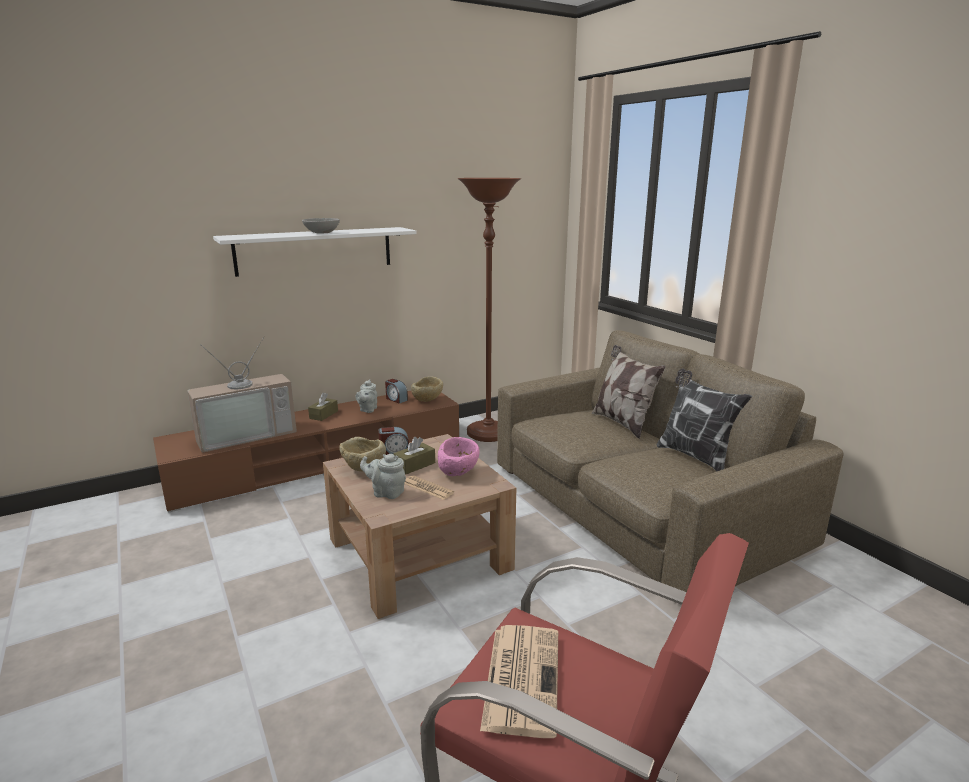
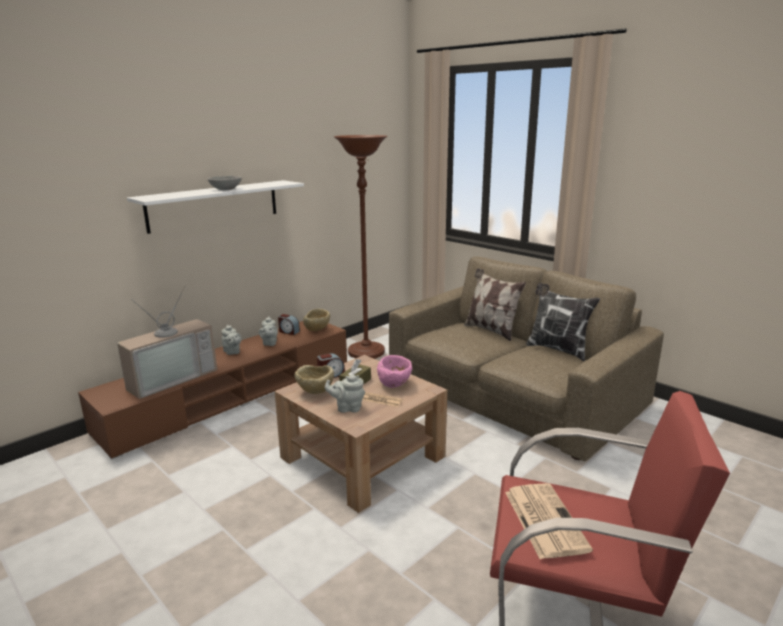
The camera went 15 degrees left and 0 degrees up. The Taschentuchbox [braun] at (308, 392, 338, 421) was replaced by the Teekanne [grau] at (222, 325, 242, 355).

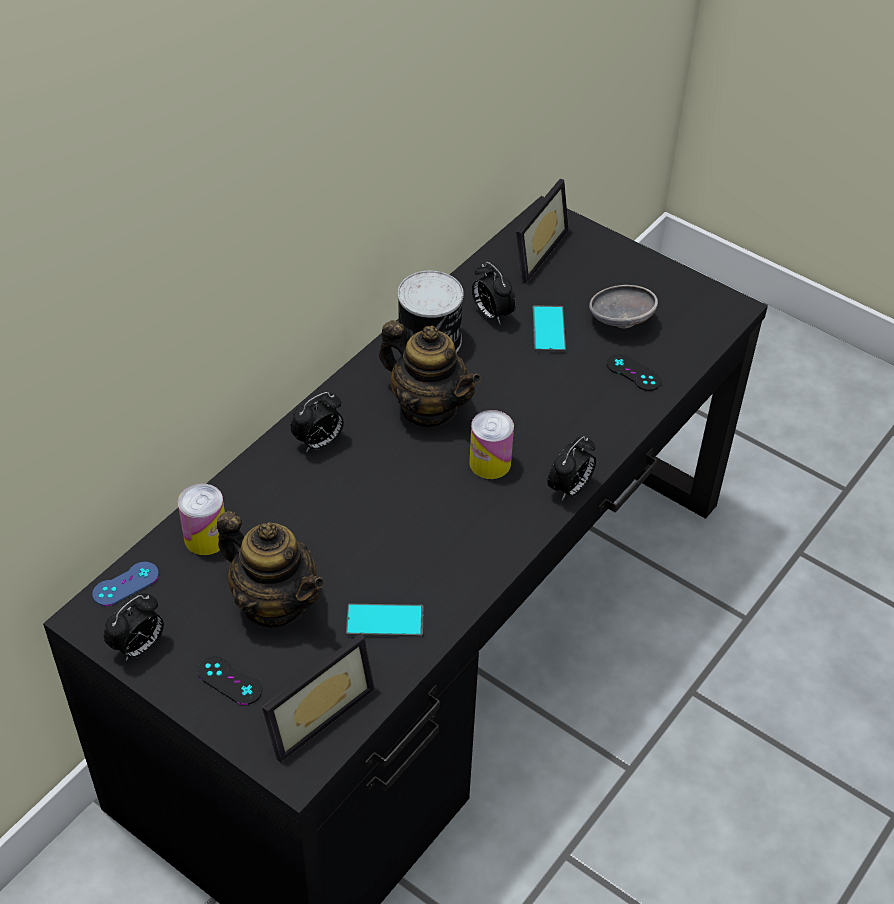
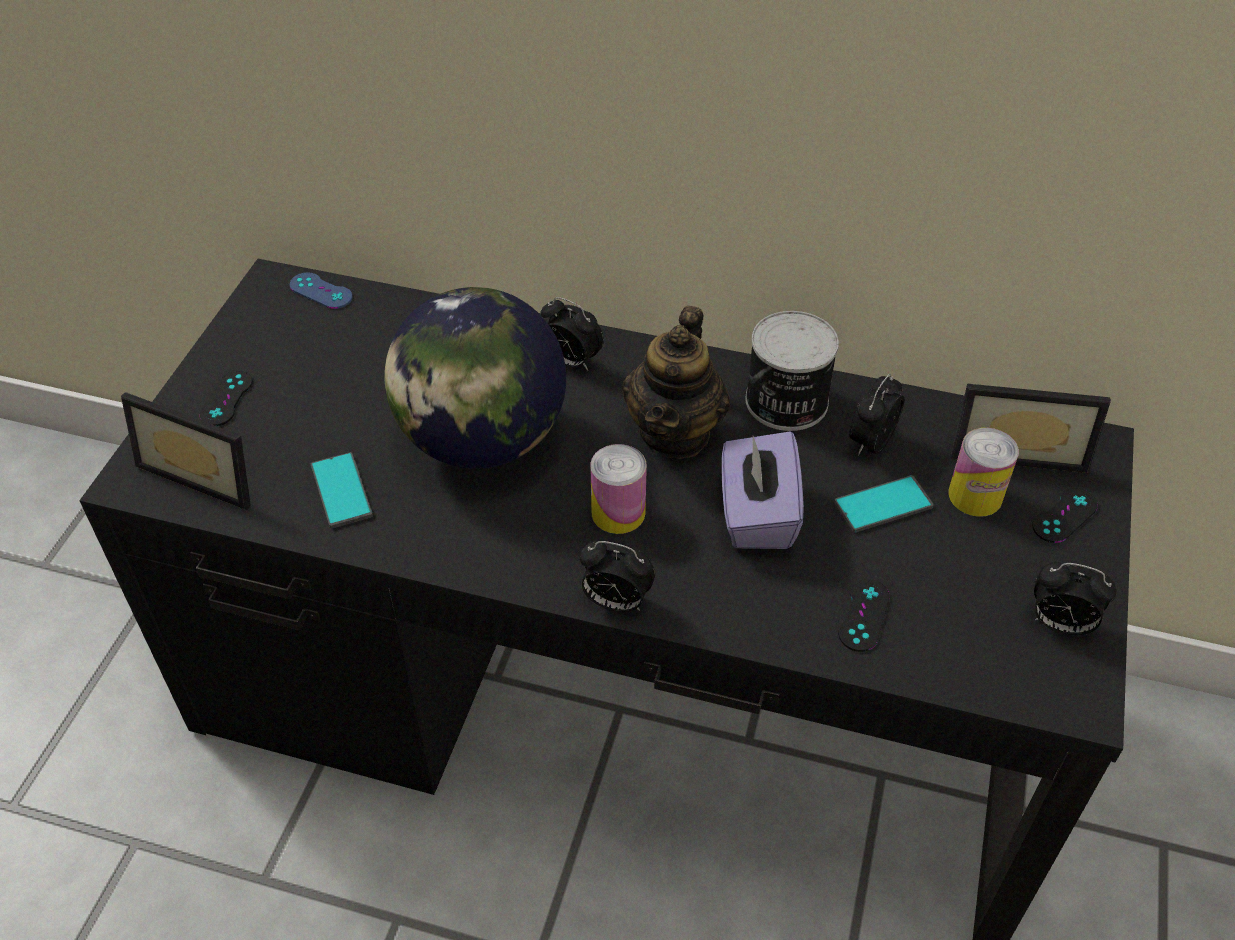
The camera went 70 degrees right and 0 degrees up. The Globus at (384, 287, 566, 469) appeared. The Taschentuchbox [lila] at (722, 431, 804, 549) appeared. The Dose moved from (178, 484, 225, 555) to (948, 428, 1019, 517). The Gamepad [schwarz] at (1032, 488, 1098, 543) appeared. The Wecker moved from (104, 593, 164, 661) to (1034, 562, 1117, 635). The Teekanne at (217, 511, 324, 627) disappeared. The Schüssel [grau] at (589, 285, 658, 328) disappeared.

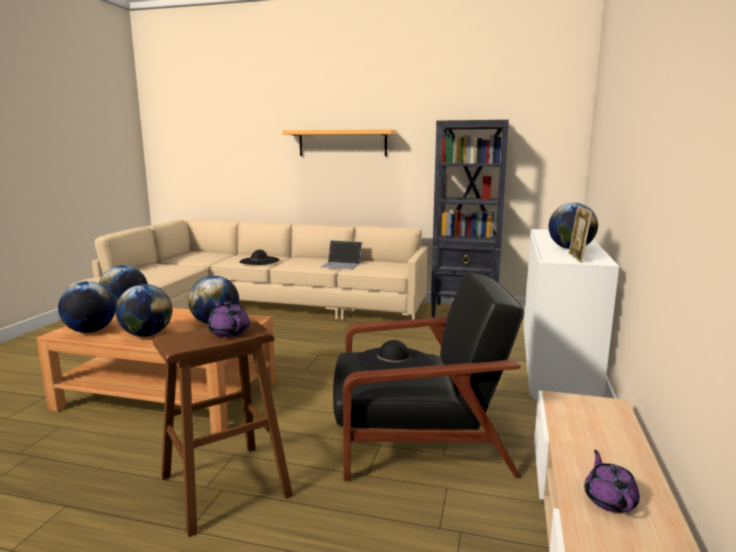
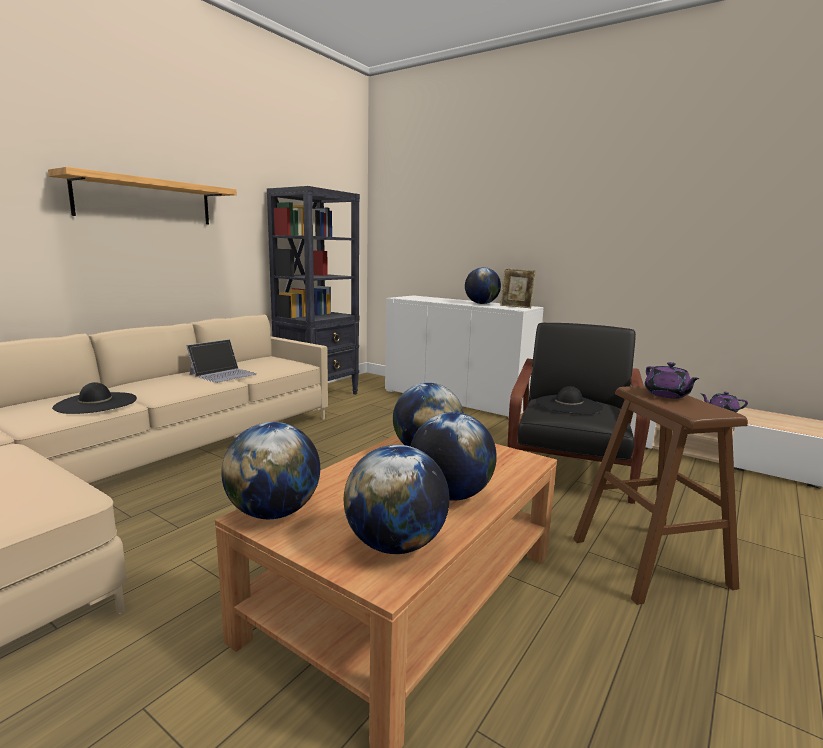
The camera went 70 degrees left and 0 degrees up. The Teekanne [lila] at (208, 301, 250, 337) turned 90 degrees counterclockwise.

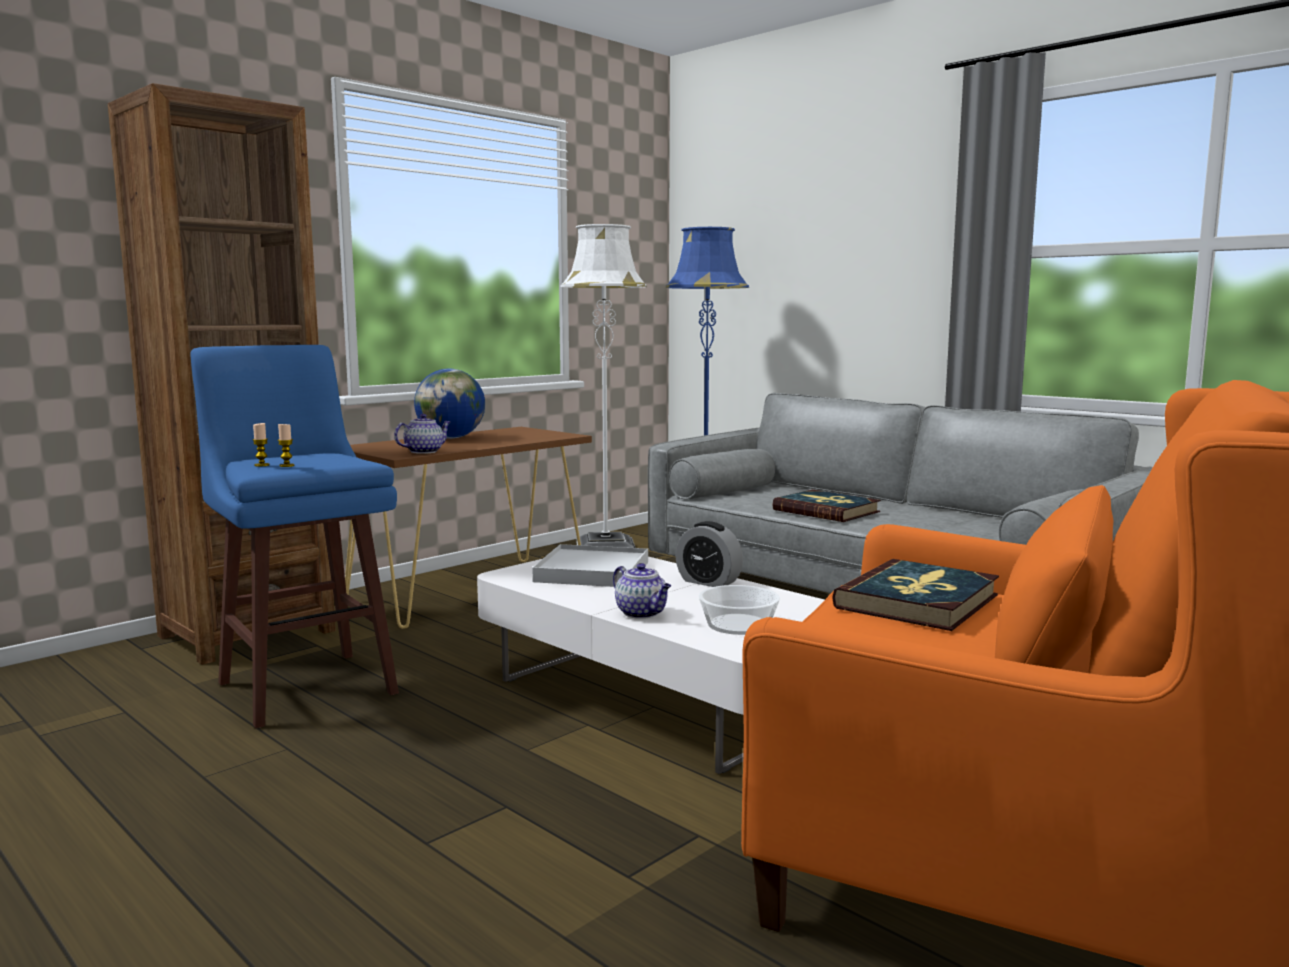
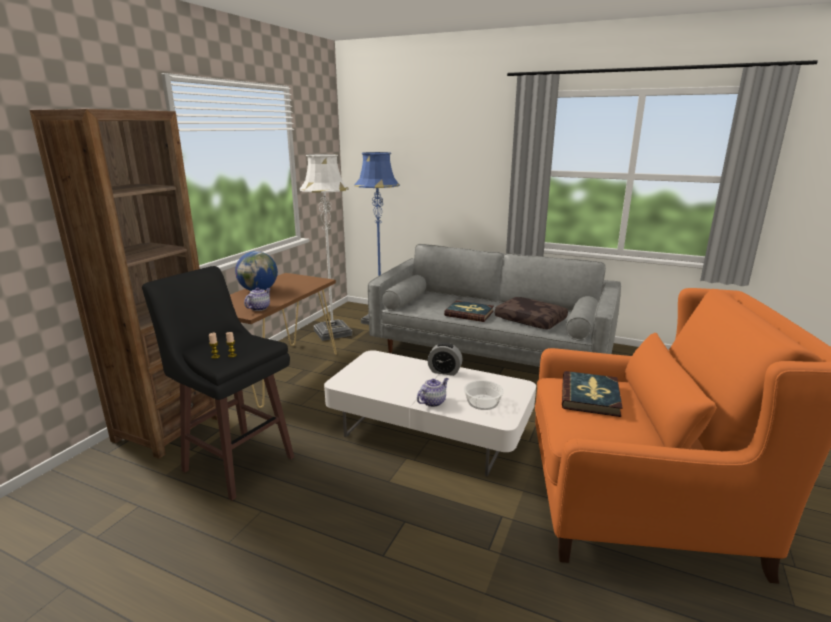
The camera went 20 degrees left and 10 degrees up. The Hocker [blau] at (190, 345, 399, 728) became the Hocker [schwarz] at (142, 266, 294, 501). The Teekanne at (613, 563, 671, 619) turned 75 degrees counterclockwise. The Kissen [braun] at (495, 297, 568, 330) appeared. The Tablett [weiß] at (532, 544, 648, 587) disappeared.

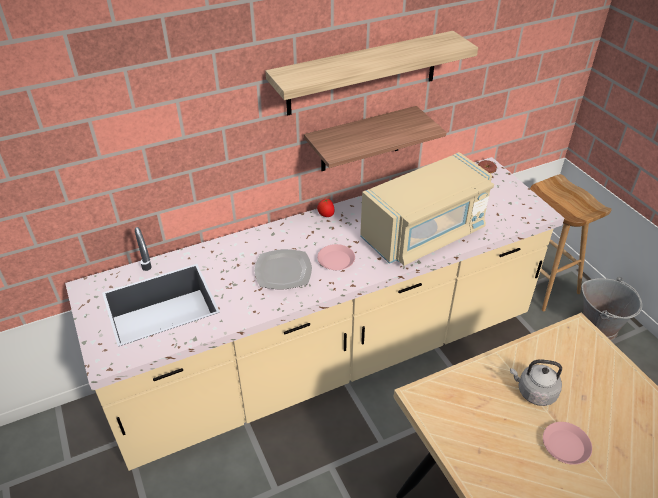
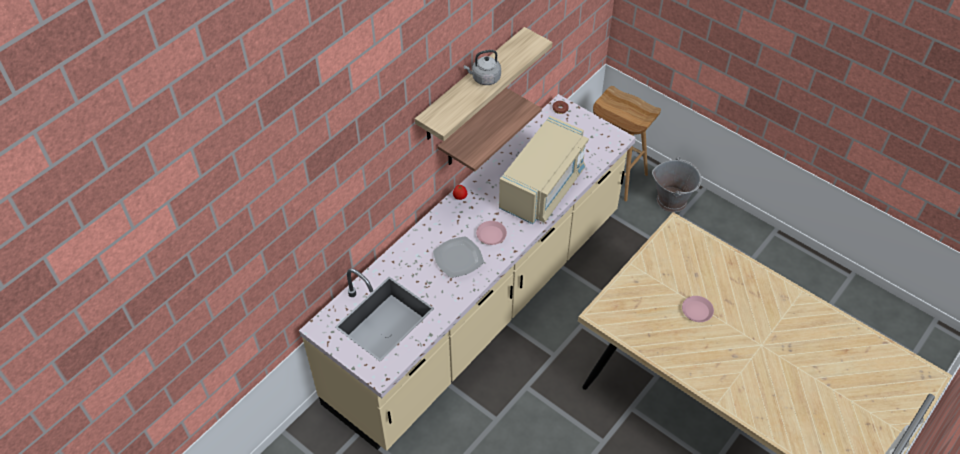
The camera went 25 degrees left and 10 degrees up. The Wasserkessel [grau] moved from (510, 359, 562, 406) to (464, 50, 501, 85).

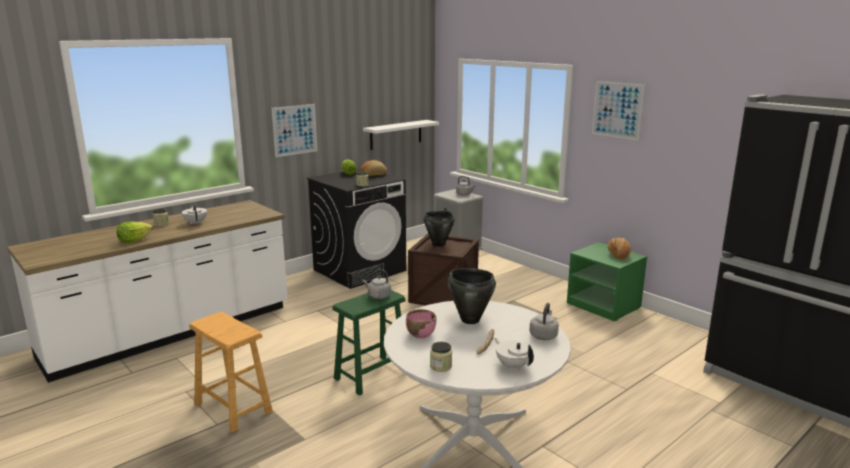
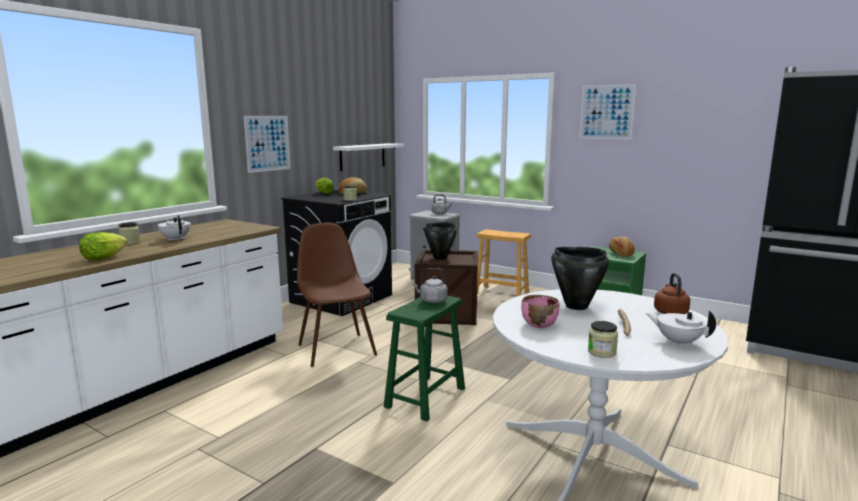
The camera went 15 degrees left and 5 degrees down. The Stuhl [braun] at (297, 222, 377, 367) appeared. The Hocker [braun] moved from (189, 312, 273, 433) to (477, 229, 531, 296). The Wasserkessel [grau] at (529, 303, 559, 340) became the Wasserkessel [braun] at (654, 273, 690, 314).

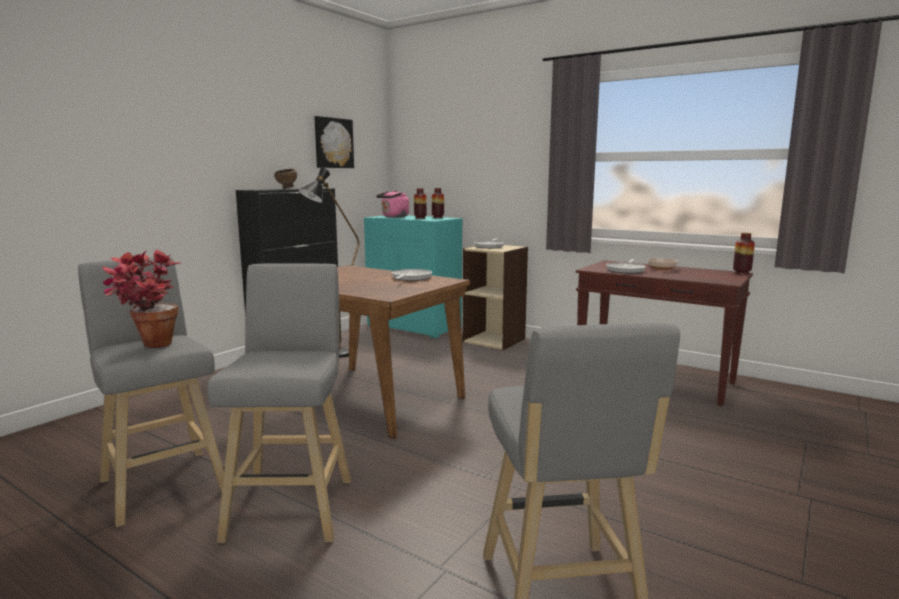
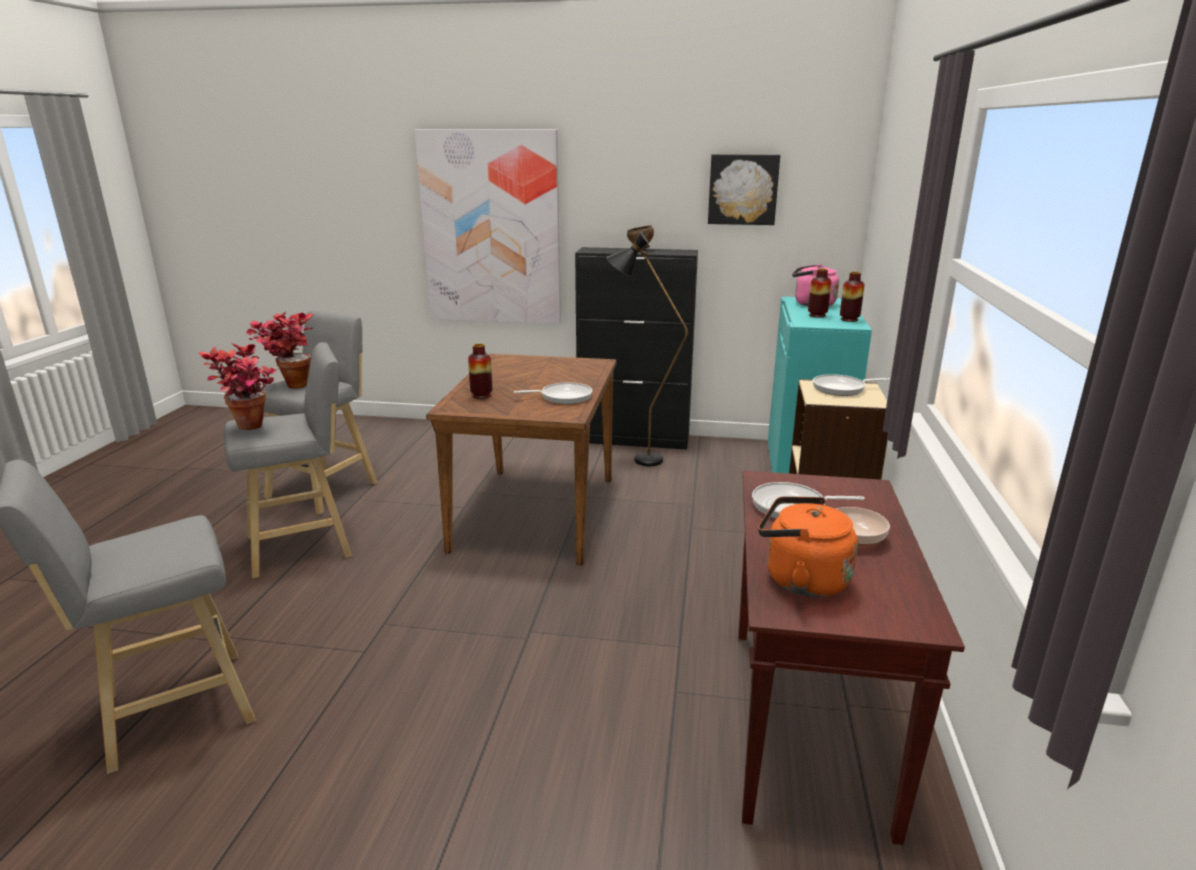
The camera went 65 degrees right and 10 degrees up. The Topfpflanze at (199, 343, 279, 430) appeared. The Bild at (414, 129, 561, 324) appeared. The Vase moved from (733, 233, 755, 275) to (468, 344, 492, 399). The Wasserkessel [orange] at (758, 496, 858, 597) appeared.

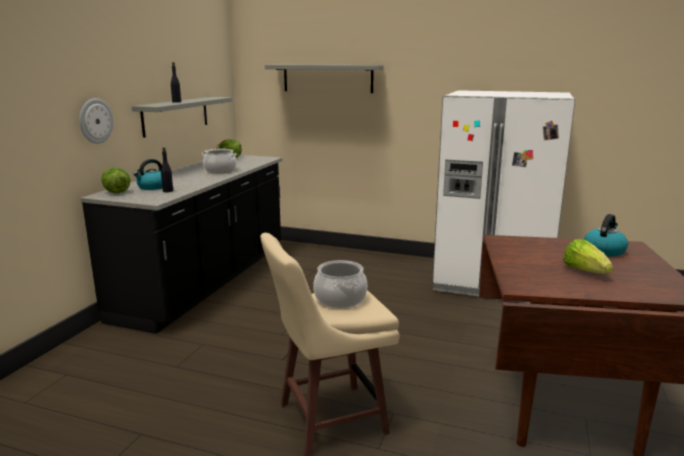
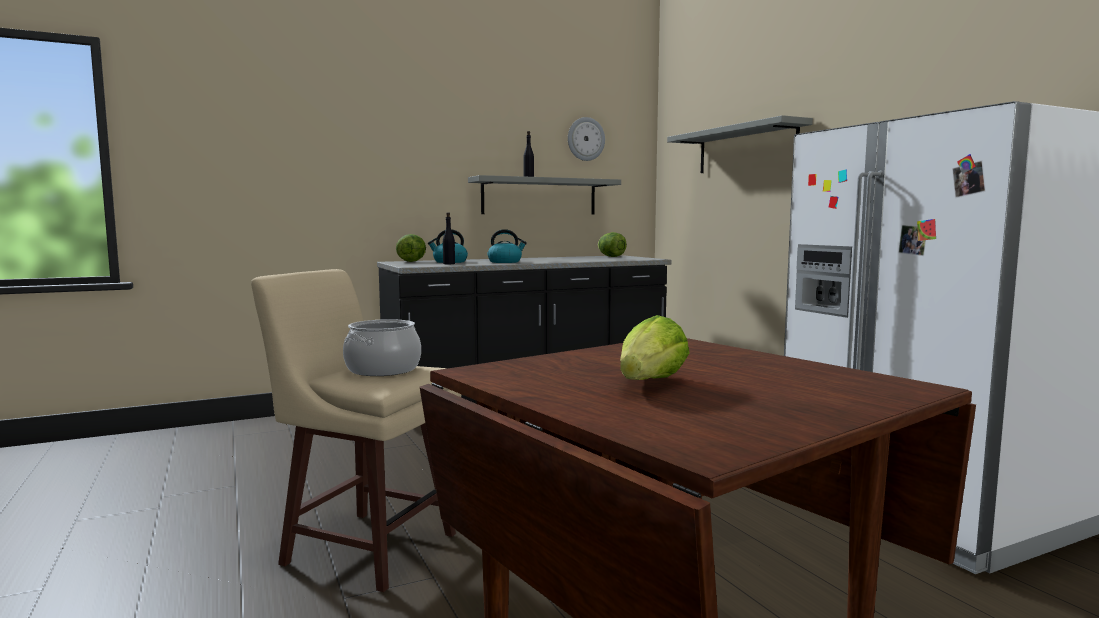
The camera went 45 degrees right and 10 degrees down. The Wasserkessel moved from (584, 214, 628, 256) to (488, 229, 527, 263). The Wanduhr moved from (79, 98, 113, 144) to (568, 117, 605, 161). The Kochtopf at (202, 149, 237, 173) disappeared.

